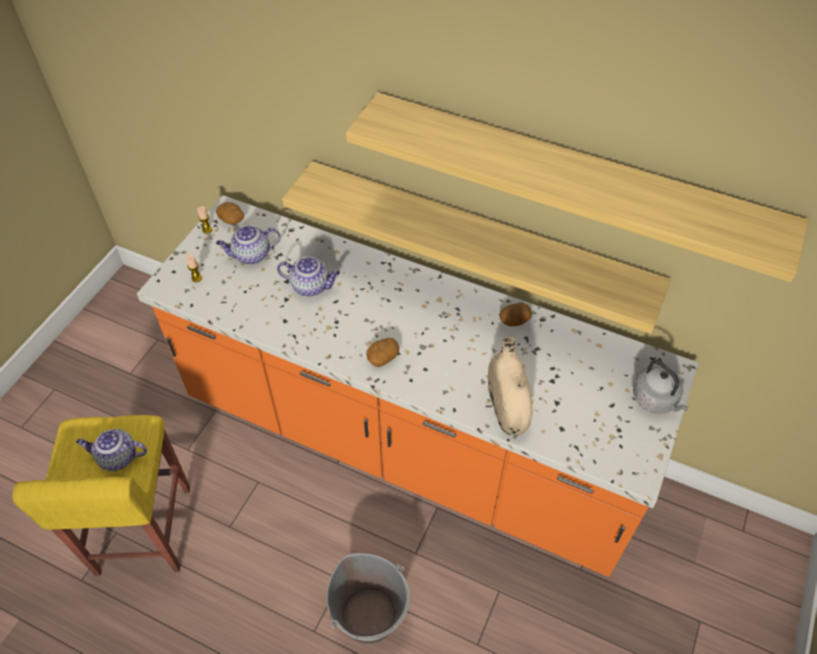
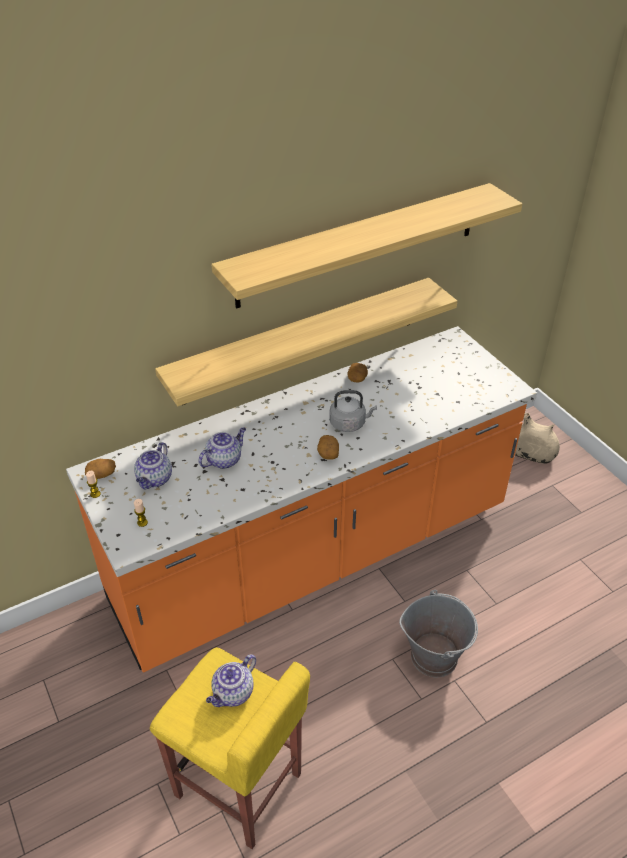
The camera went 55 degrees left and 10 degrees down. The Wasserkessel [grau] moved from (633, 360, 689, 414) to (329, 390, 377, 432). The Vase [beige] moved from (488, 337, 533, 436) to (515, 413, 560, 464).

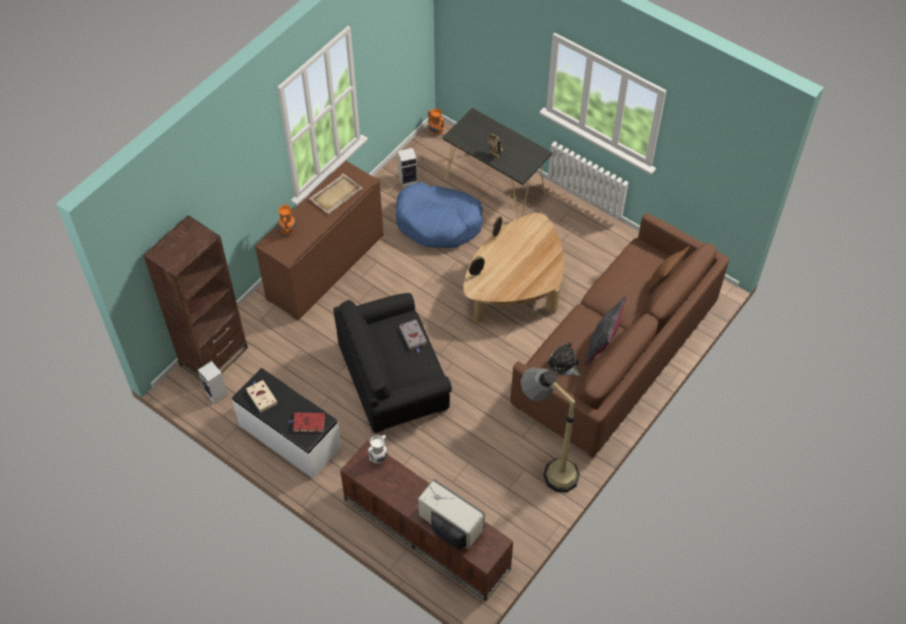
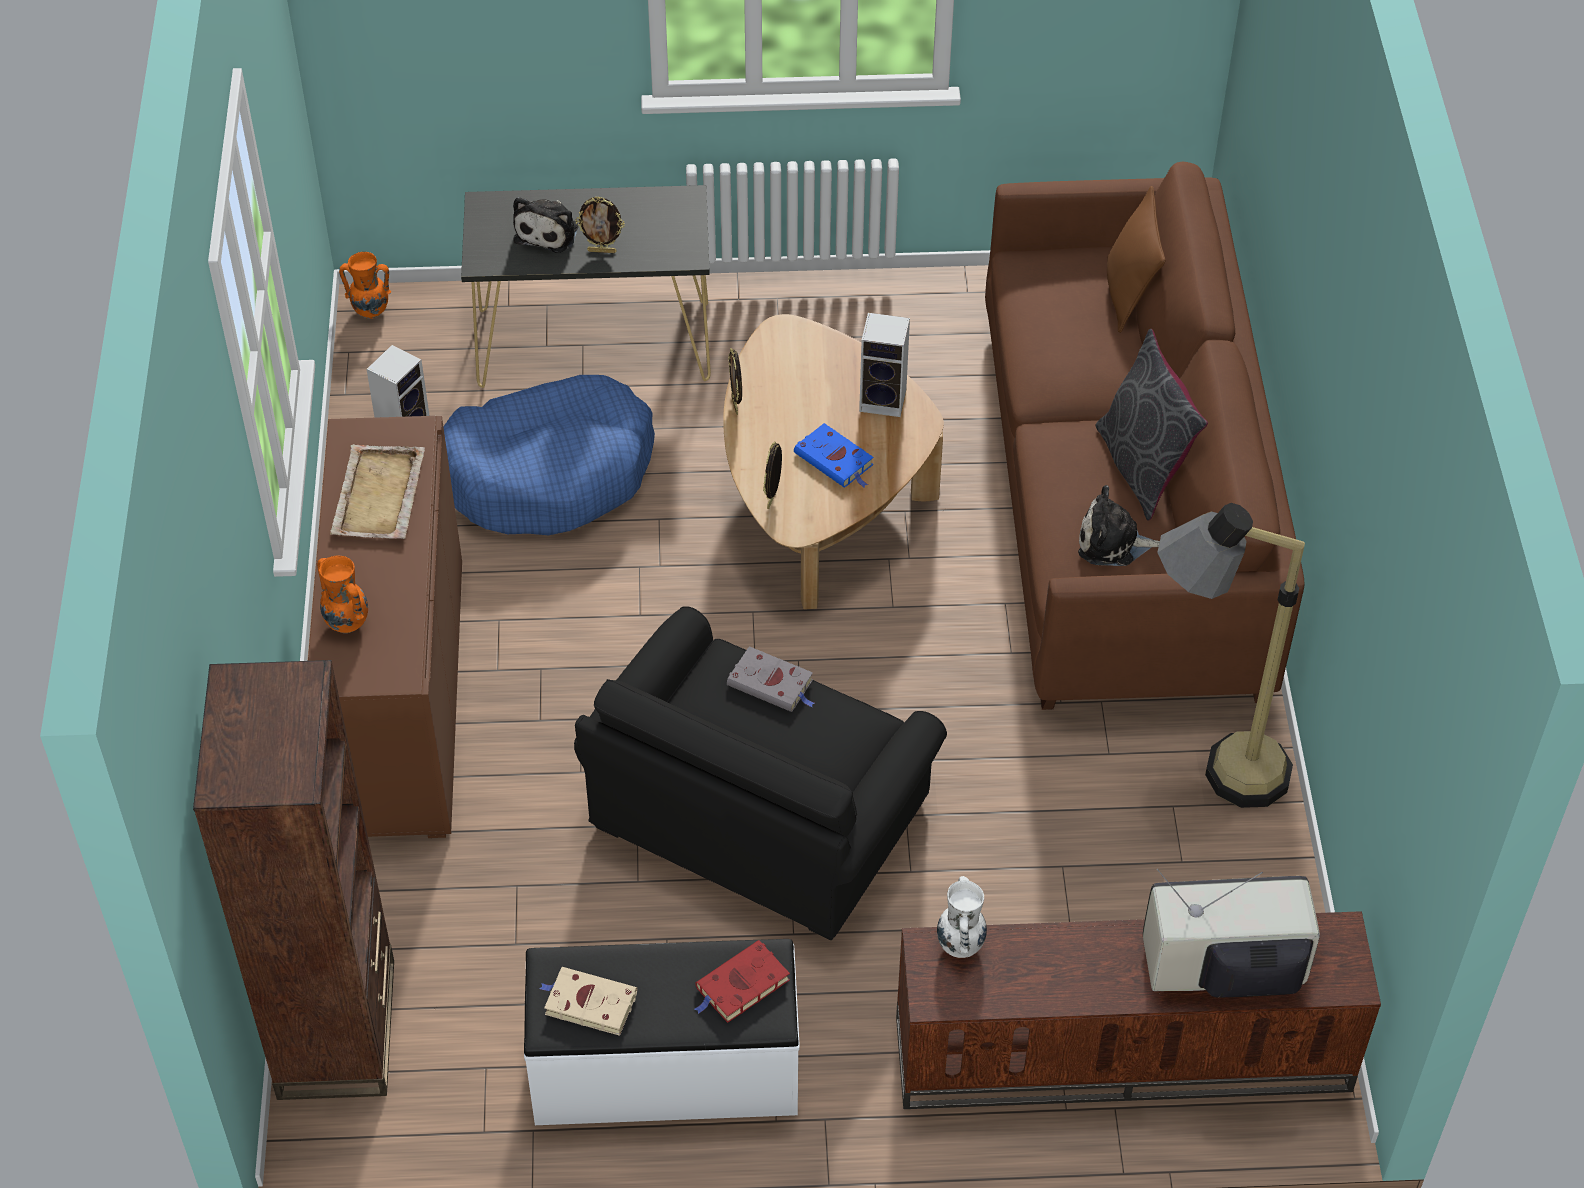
The camera went 40 degrees left and 5 degrees down. The Plüschtier at (513, 197, 578, 253) appeared. The Buch [blau] at (794, 423, 874, 488) appeared. The Lautsprecher moved from (198, 361, 228, 404) to (859, 313, 910, 417).

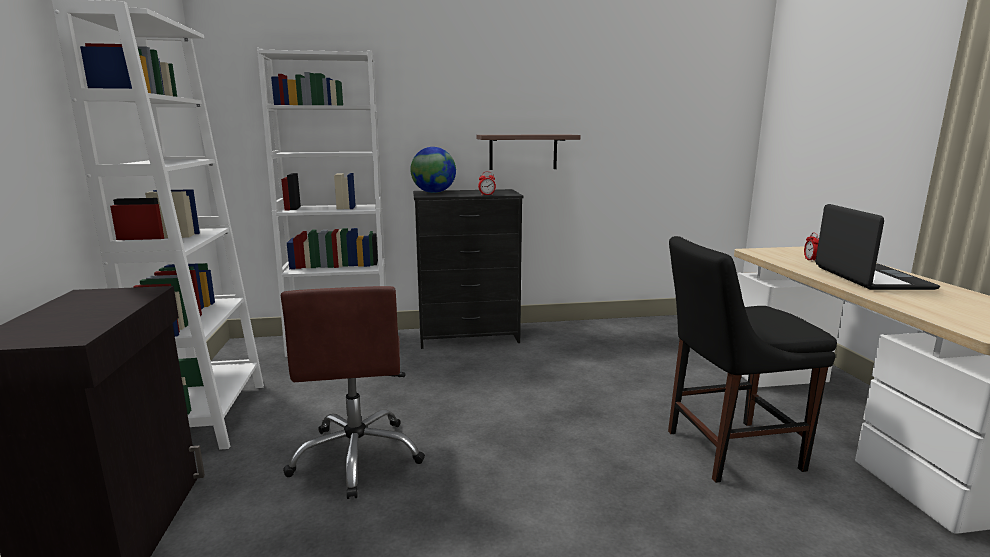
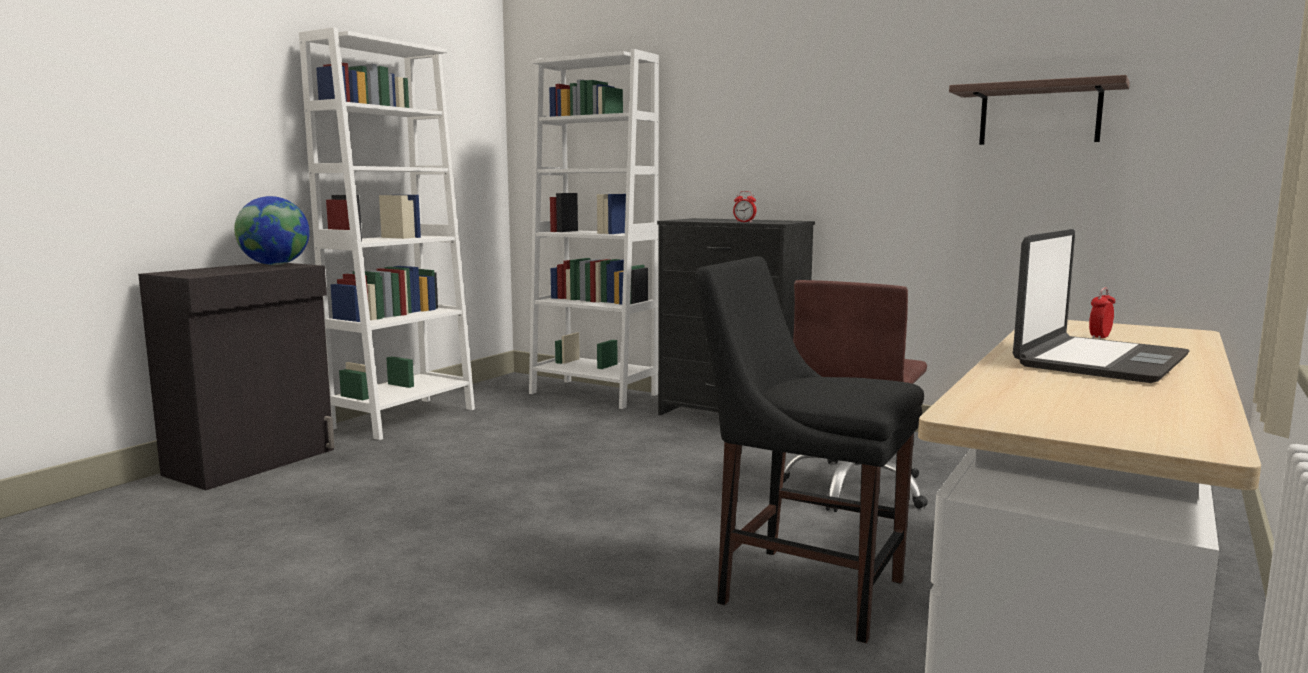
The camera went 40 degrees right and 5 degrees down. The Globus moved from (410, 147, 456, 193) to (234, 196, 310, 265). The Bürostuhl [braun] moved from (281, 286, 425, 499) to (783, 280, 928, 512). The Wandregal moved from (477, 135, 581, 170) to (949, 75, 1130, 145).

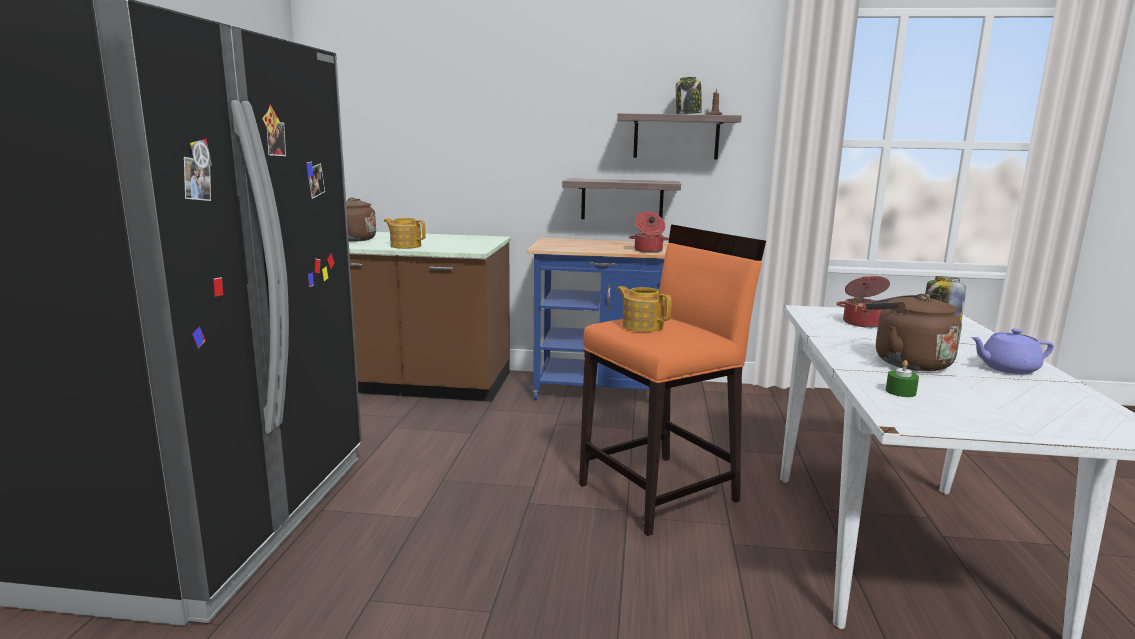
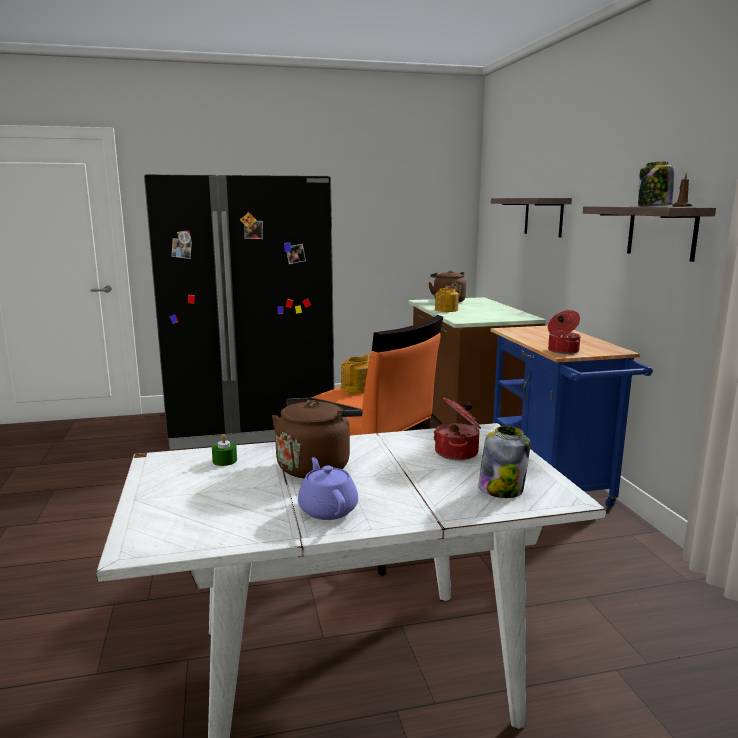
The camera went 70 degrees right and 0 degrees up. The Wandregal moved from (562, 178, 681, 219) to (491, 198, 572, 237).

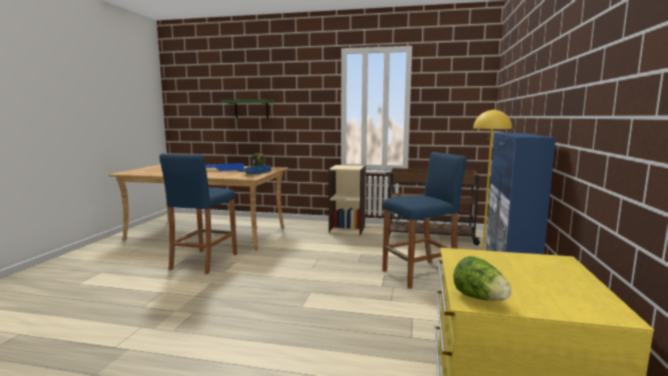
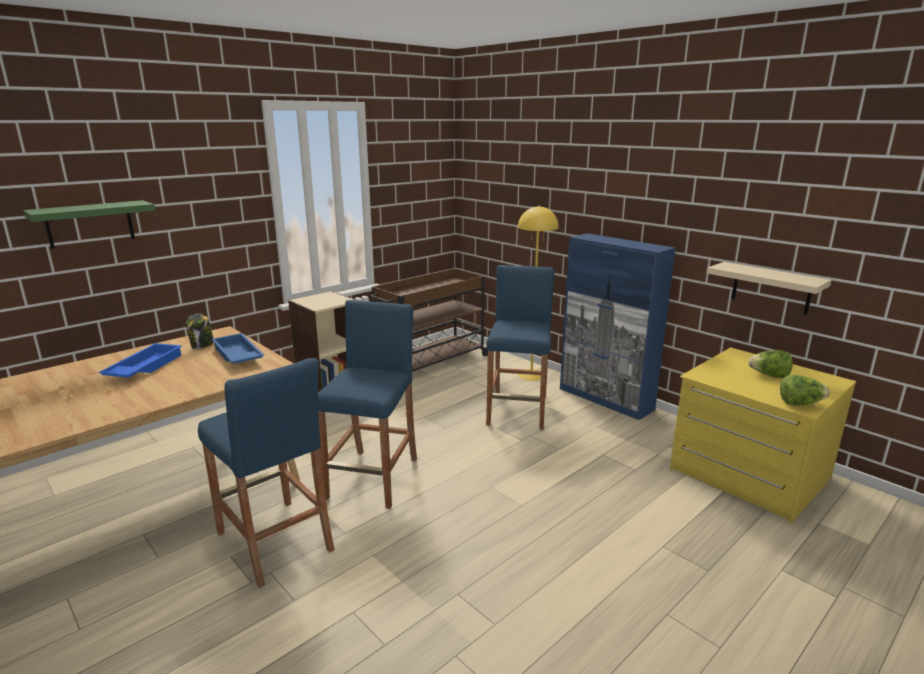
The camera went 55 degrees left and 10 degrees up. The Hocker [blau] at (318, 300, 417, 509) appeared. The Wandregal [beige] at (707, 262, 831, 315) appeared. The Salatkopf at (749, 350, 793, 378) appeared.

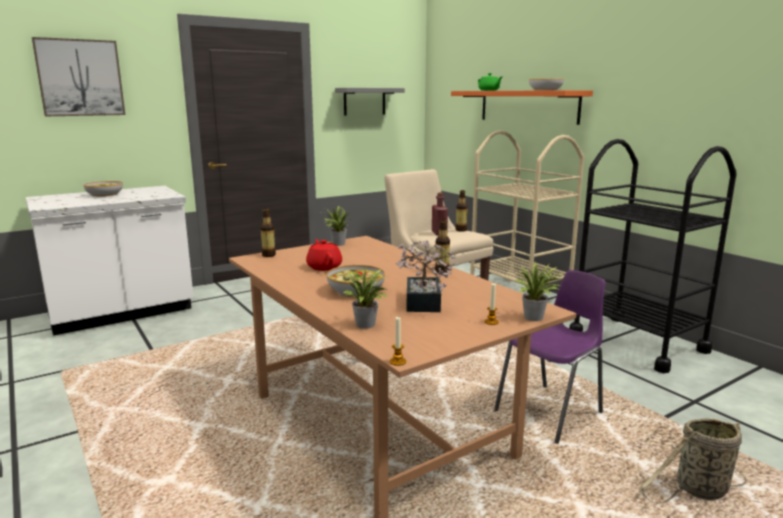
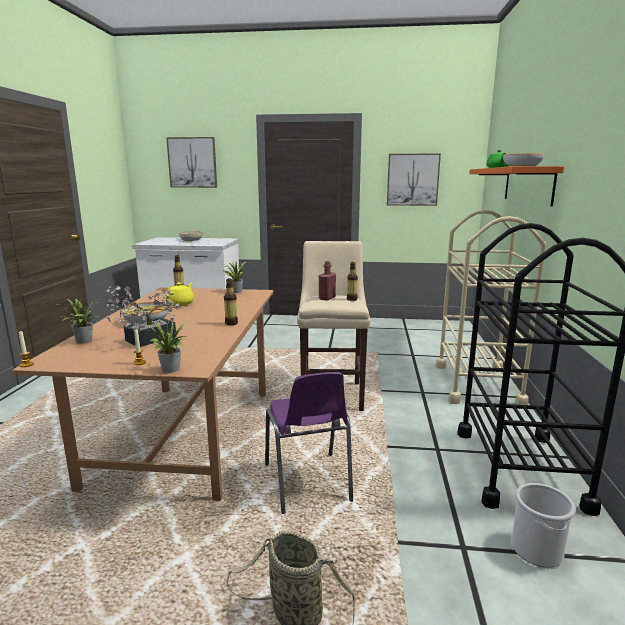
The camera went 40 degrees right and 0 degrees up. The Teekanne [rot] at (306, 239, 342, 271) became the Teekanne [gelb] at (166, 282, 194, 306). The Stuhl [lila] at (494, 270, 606, 444) turned 75 degrees clockwise. The Wandregal [grau] at (335, 88, 405, 116) was replaced by the Bild at (387, 153, 441, 206). The Eimer at (511, 483, 576, 568) appeared.

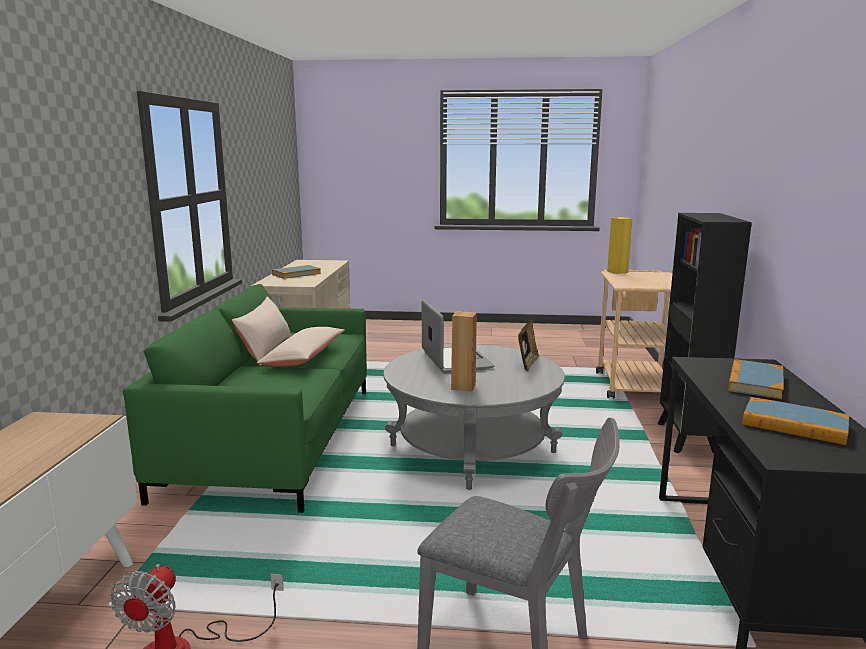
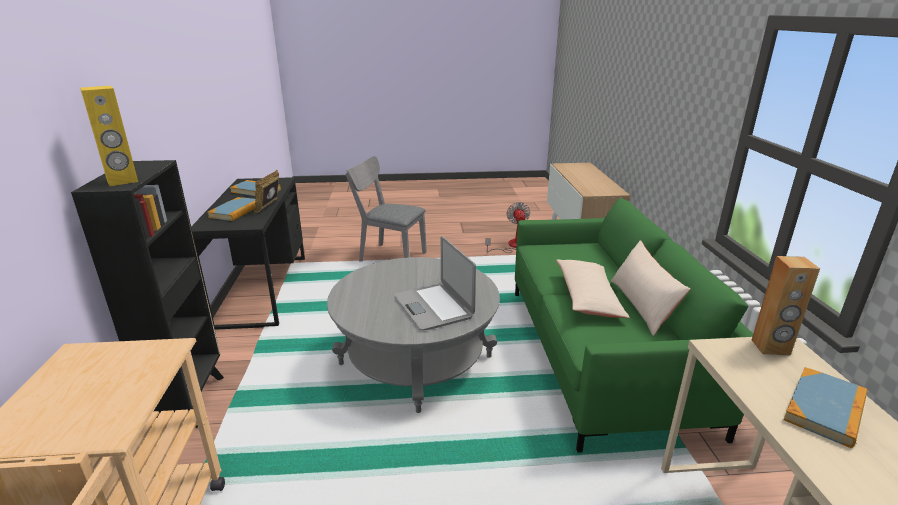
The camera went 170 degrees right and 10 degrees up. The Lautsprecher [gelb] moved from (607, 217, 633, 274) to (80, 86, 138, 186). The Bilderrahmen moved from (518, 319, 539, 371) to (253, 170, 279, 214). The Lautsprecher [braun] moved from (451, 311, 477, 392) to (752, 256, 820, 355).

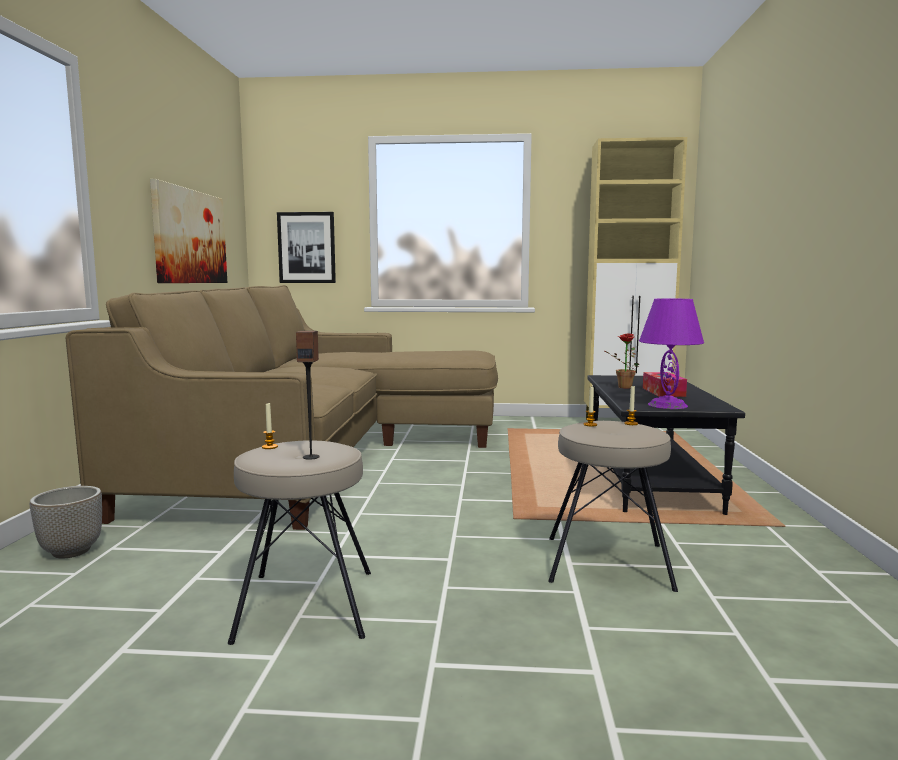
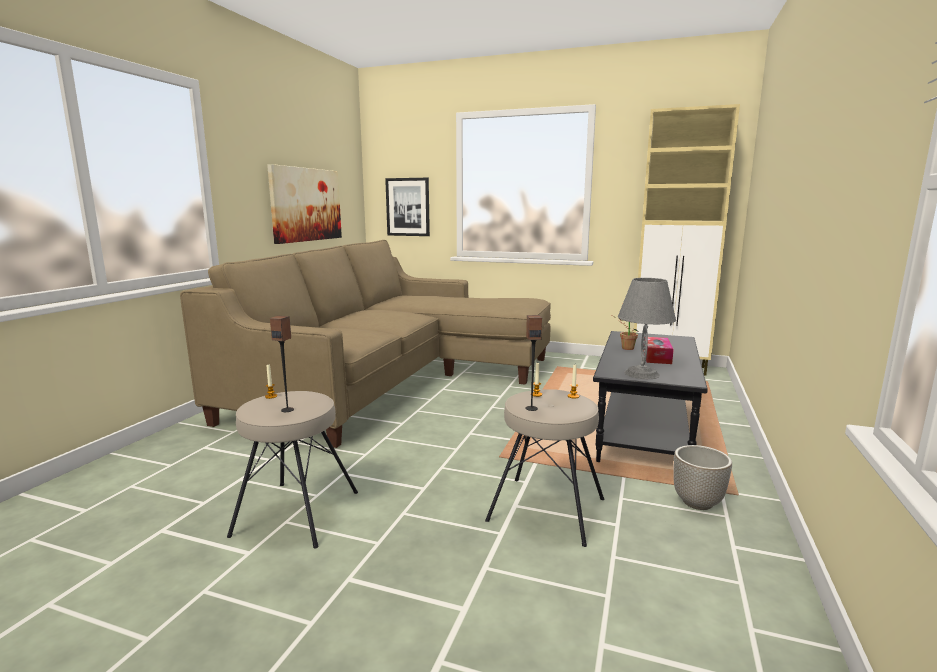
The camera went 15 degrees right and 5 degrees up. The Lautsprecher at (525, 315, 542, 411) appeared. The Tischlampe [lila] at (639, 298, 704, 409) became the Tischlampe [grau] at (618, 278, 676, 379). The Pflanzkübel moved from (30, 486, 102, 559) to (673, 445, 732, 510).

